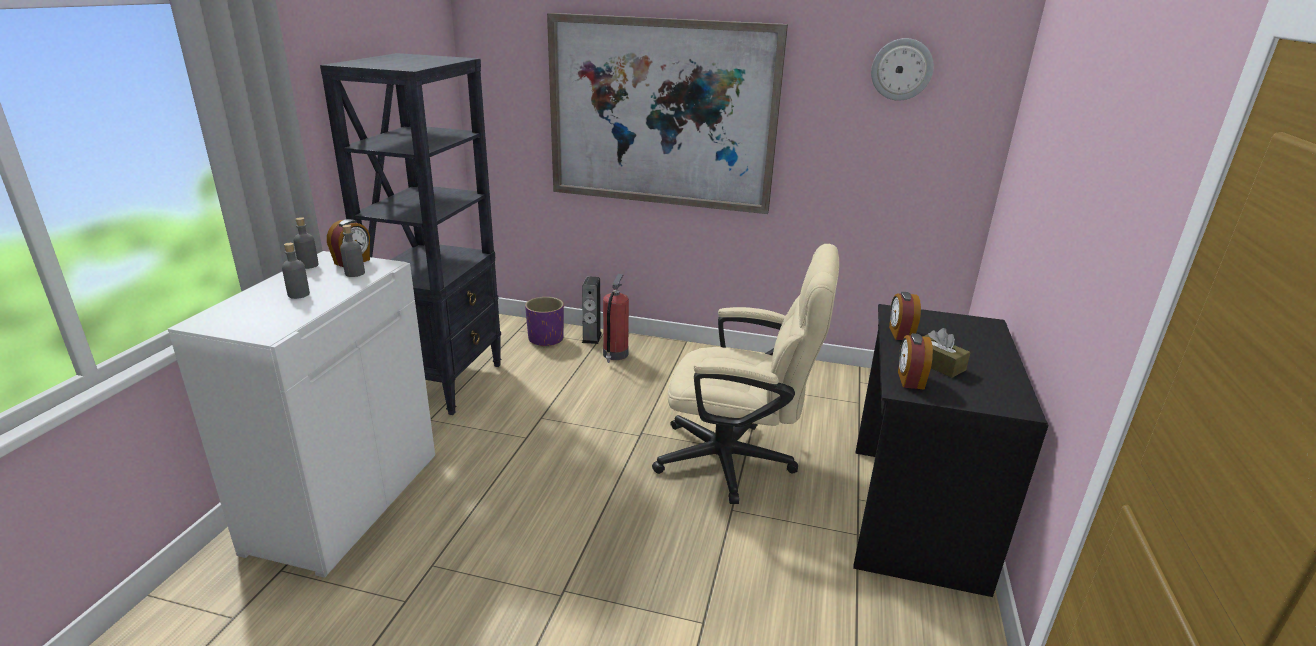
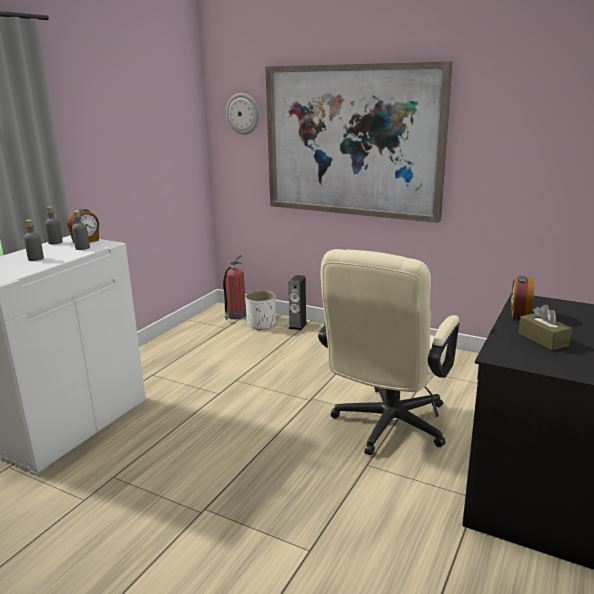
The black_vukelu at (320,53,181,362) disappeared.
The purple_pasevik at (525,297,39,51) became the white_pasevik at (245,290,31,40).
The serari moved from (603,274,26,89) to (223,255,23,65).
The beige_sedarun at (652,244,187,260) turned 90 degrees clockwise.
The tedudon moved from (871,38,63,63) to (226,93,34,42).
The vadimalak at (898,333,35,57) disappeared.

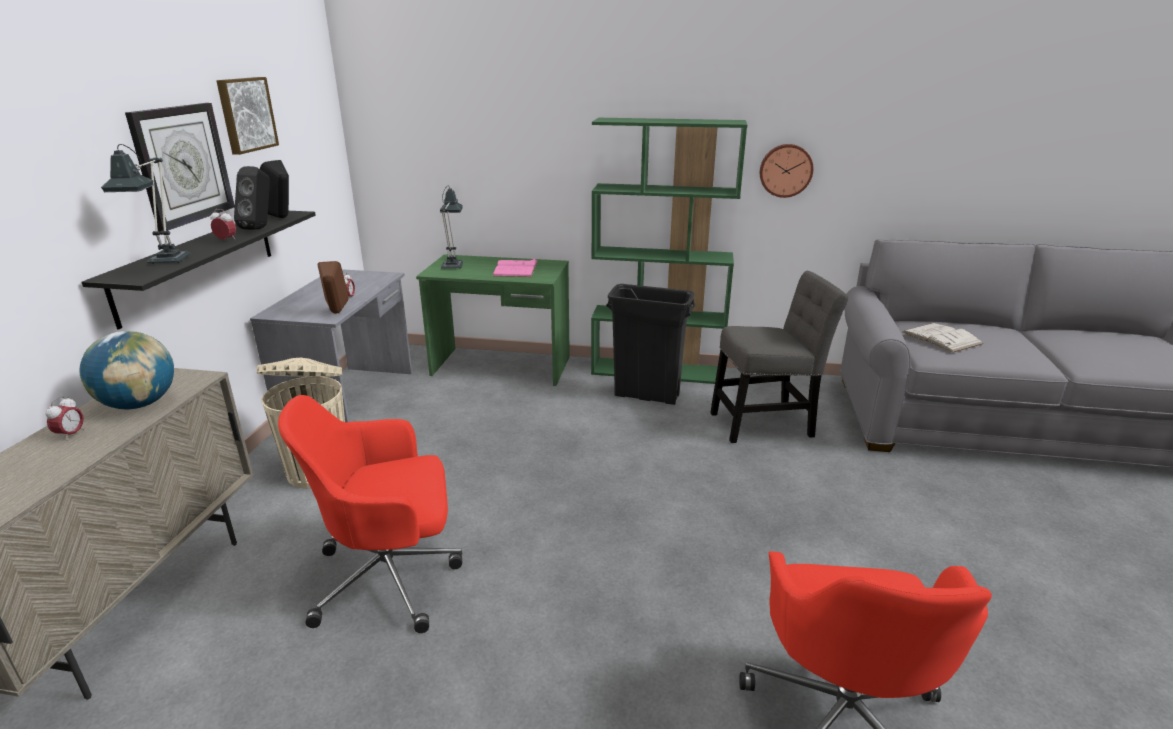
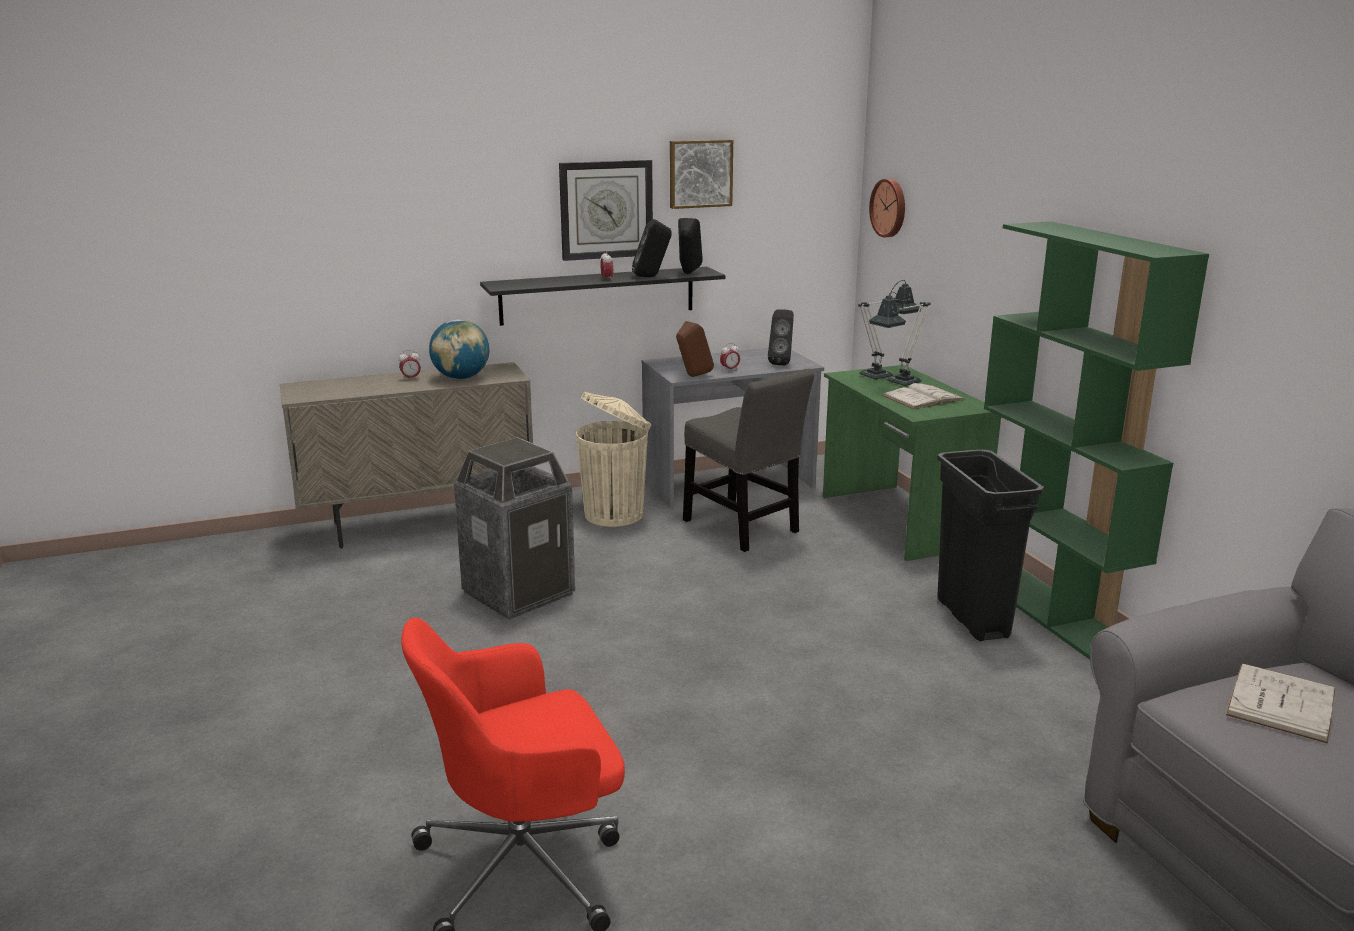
The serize moved from (101,144,90,120) to (869,292,61,94).
The red_sedarun at (278,395,184,238) was replaced by the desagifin at (454,437,121,183).
The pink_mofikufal at (493,258,45,19) became the white_mofikufal at (882,383,83,26).
The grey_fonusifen moved from (710,270,138,173) to (683,369,131,183).
The tedudon moved from (760,144,53,54) to (869,179,36,58).
The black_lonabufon at (768,309,26,56) appeared.

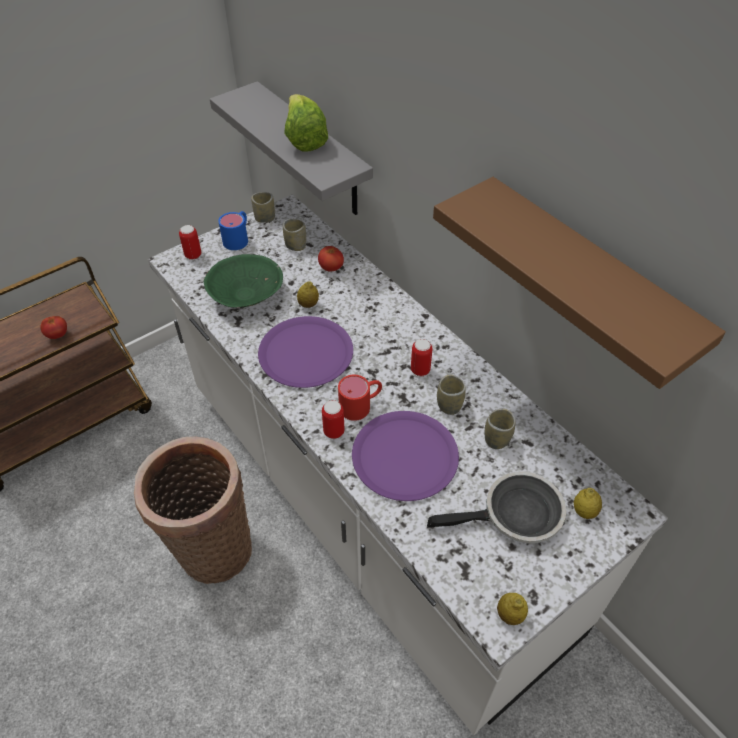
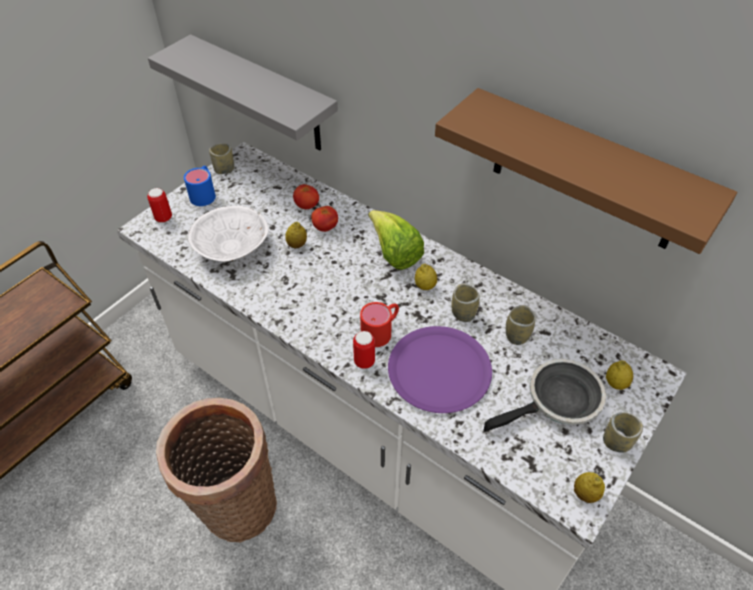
The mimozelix moved from (40,316,27,23) to (311,206,27,26).
The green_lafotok at (204,254,79,54) became the white_lafotok at (188,206,80,56).
The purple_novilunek at (258,316,95,72) disappeared.
The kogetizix moved from (283,219,23,32) to (603,412,40,41).
The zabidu moved from (284,94,44,58) to (368,210,56,60).
The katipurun at (411,339,22,37) was replaced by the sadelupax at (415,264,22,26).

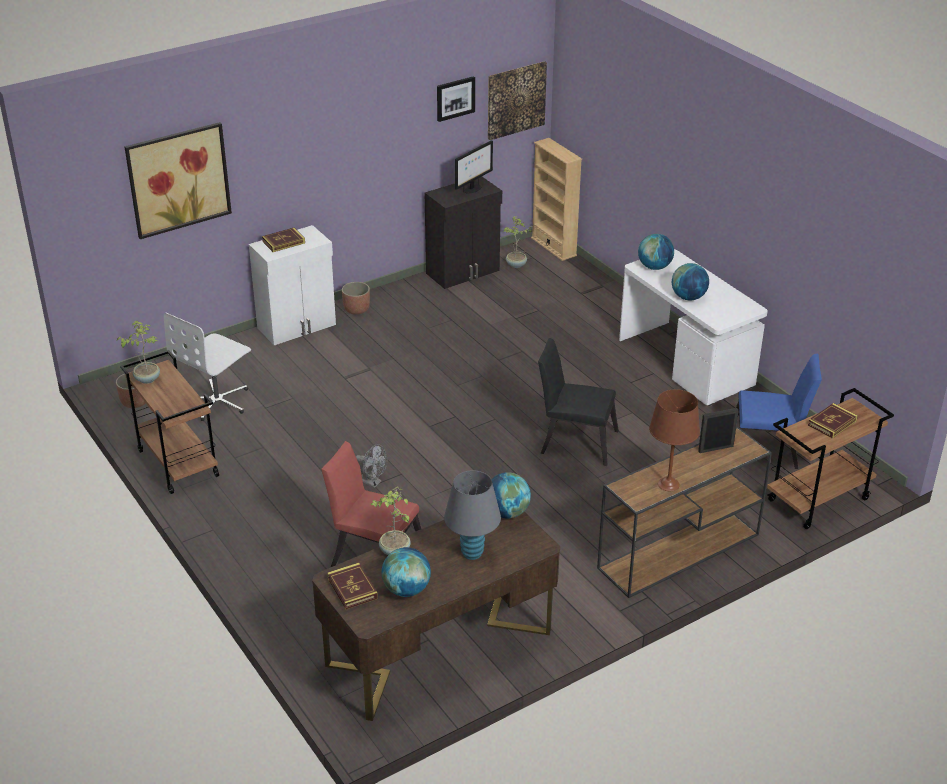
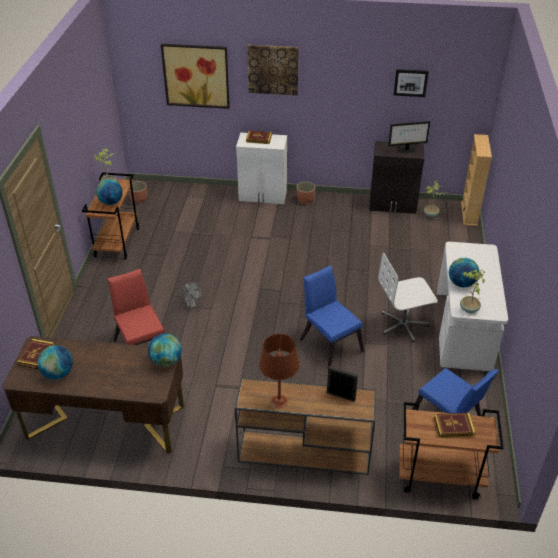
The white_sedarun moved from (164,312,87,109) to (378,253,60,89).
The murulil moved from (370,486,40,69) to (460,270,25,43).
The grey_serize at (444,470,57,90) disappeared.
The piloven moved from (488,61,59,79) to (247,45,52,50).
The black_fonusifen at (538,338,81,128) became the blue_fonusifen at (300,265,64,103).
The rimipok moved from (638,234,36,36) to (96,179,27,26).

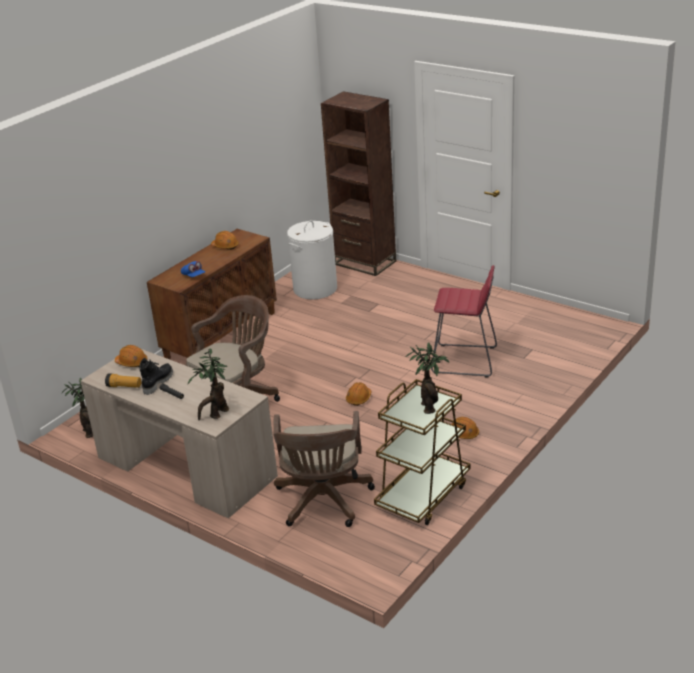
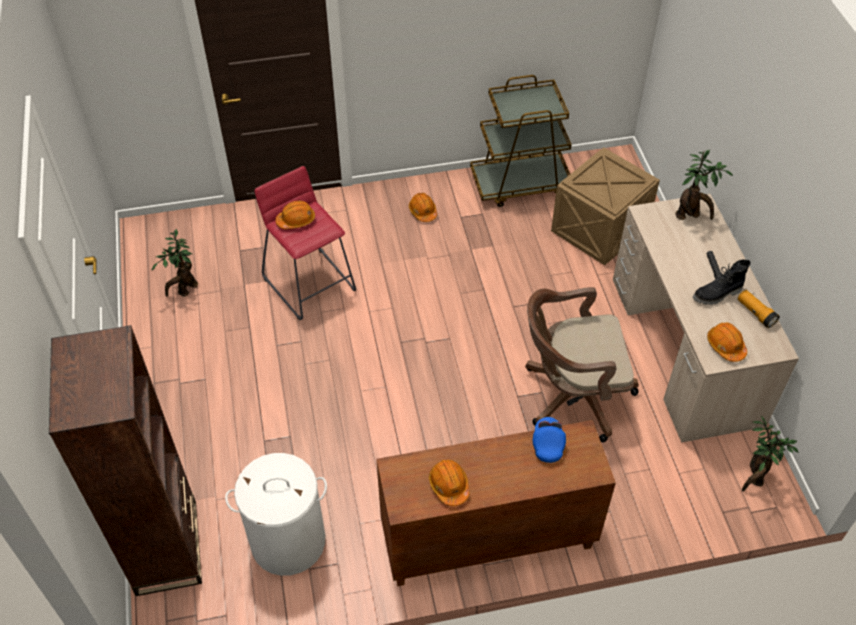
The brown_sedarun at (273,411,102,116) was replaced by the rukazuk at (551,148,109,117).
The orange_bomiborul moved from (346,382,25,24) to (275,201,40,28).
The murulil moved from (405,343,45,71) to (151,229,47,68).

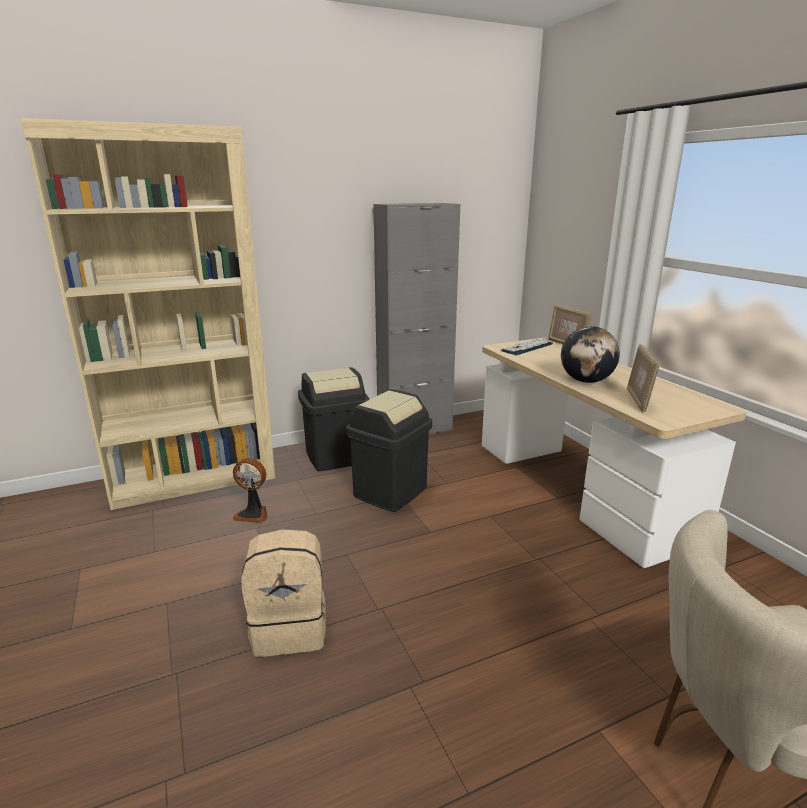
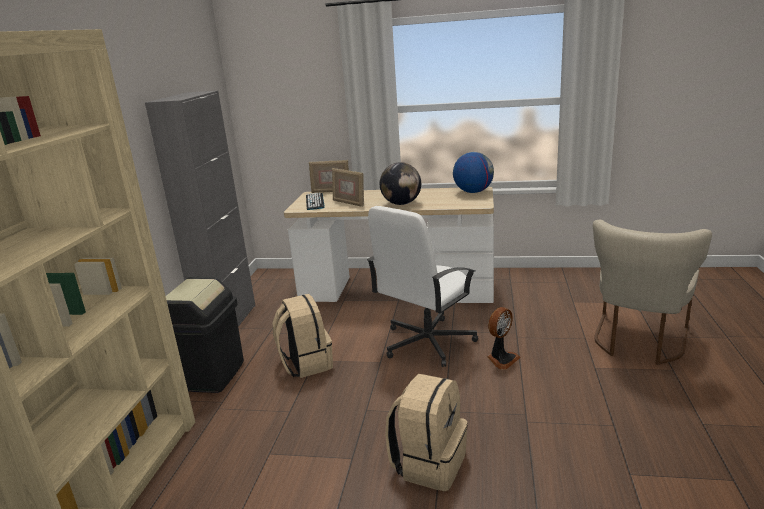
The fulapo moved from (233,458,34,65) to (488,307,33,63).
The black_desagifin at (346,389,86,123) was replaced by the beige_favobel at (272,294,61,84).
The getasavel moved from (627,344,33,69) to (332,168,32,39).
The white_sedarun at (367,206,111,161) appeared.
The rimipok at (453,152,41,41) appeared.

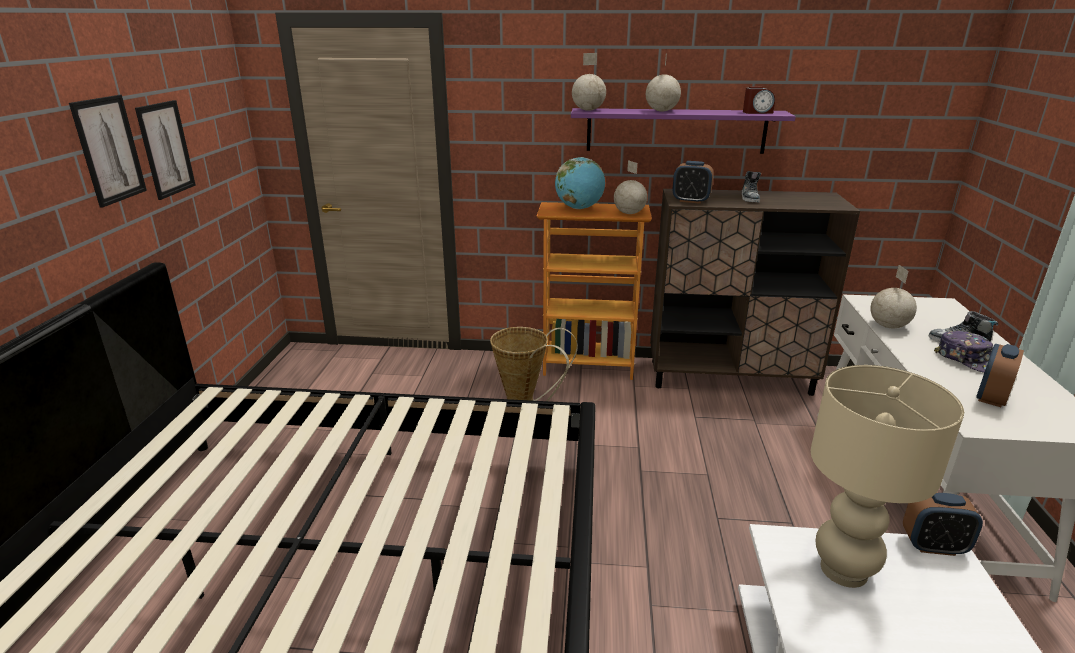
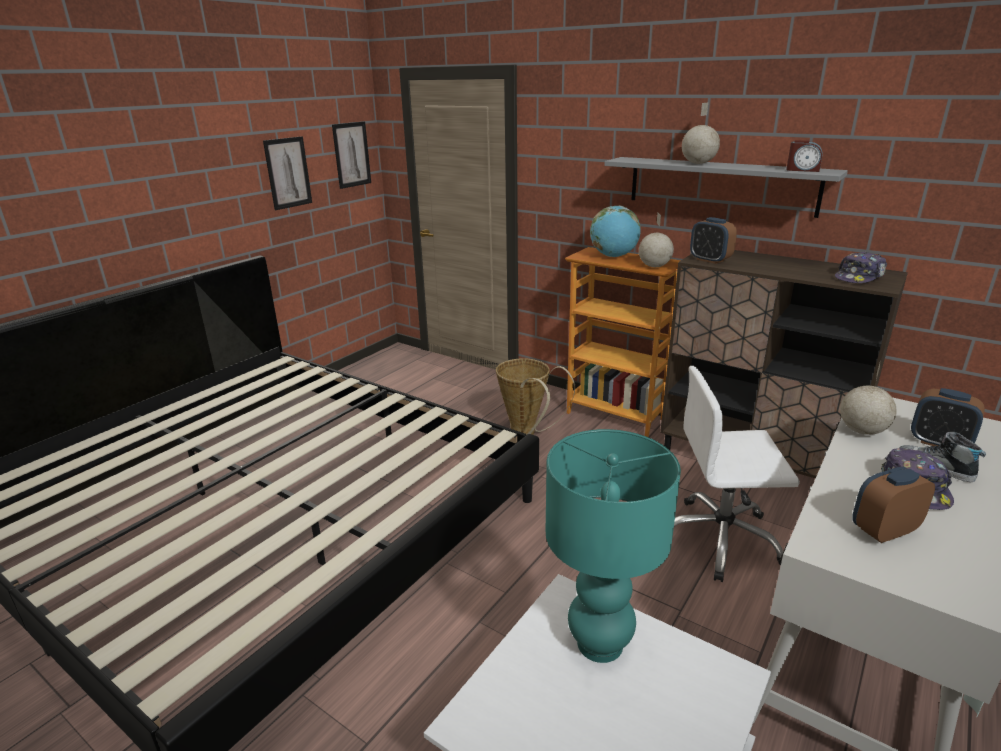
The piloven moved from (69,95,78,113) to (332,122,39,67).
The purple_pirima at (571,108,225,46) became the grey_pirima at (604,157,244,61).
The rimipok at (572,53,34,58) disappeared.
The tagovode at (742,171,19,31) disappeared.
The beige_serize at (811,365,153,223) became the turquoise_serize at (546,429,135,234).
The vadimalak moved from (903,493,80,63) to (911,388,74,58).
The white_sedarun at (674,366,126,216) appeared.
The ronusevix at (835,252,52,31) appeared.

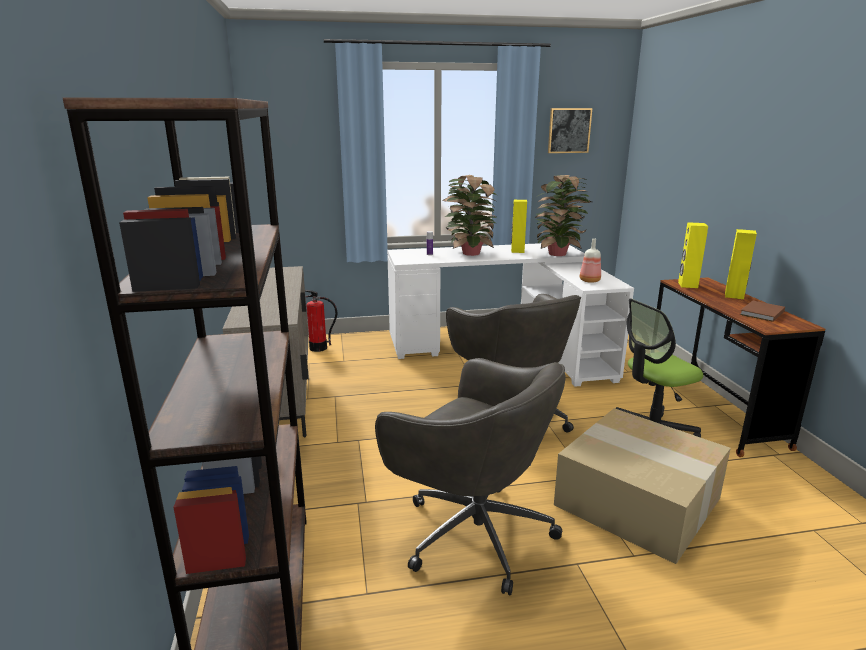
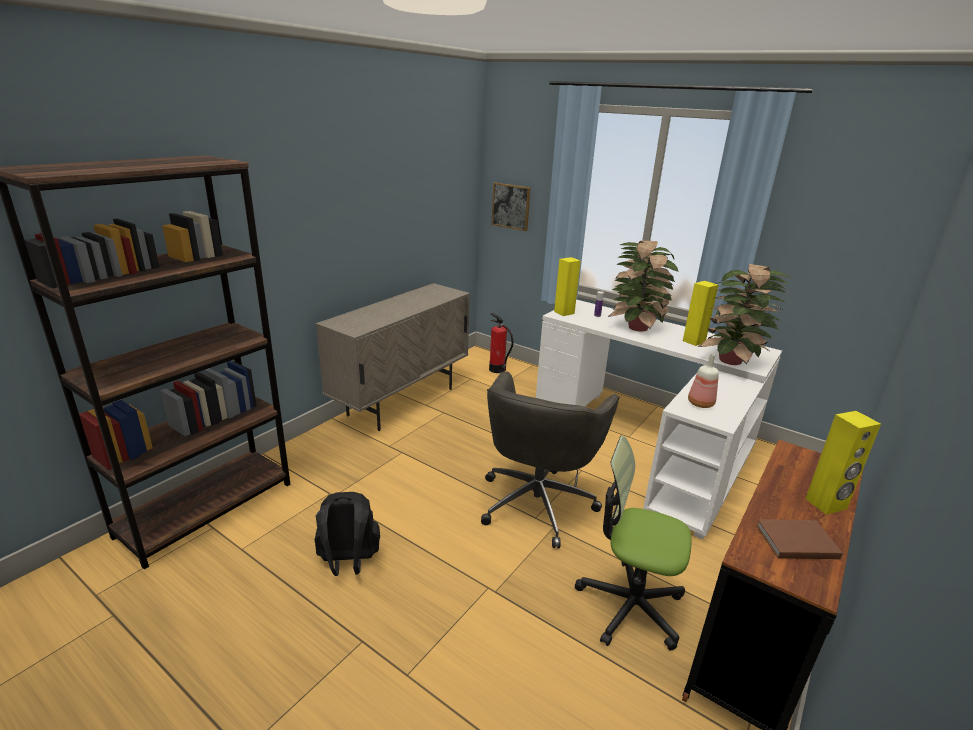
The grey_sedarun at (375,358,191,237) was replaced by the black_favobel at (315,492,65,84).
The piloven moved from (548,108,45,45) to (492,182,39,49).
The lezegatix at (554,408,177,156) disappeared.
The yellow_lonabufon moved from (678,222,30,66) to (554,257,27,59).

